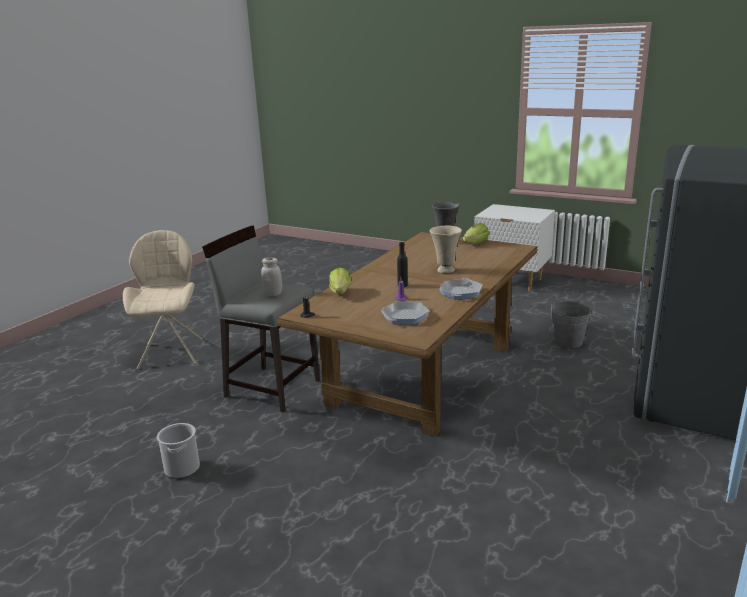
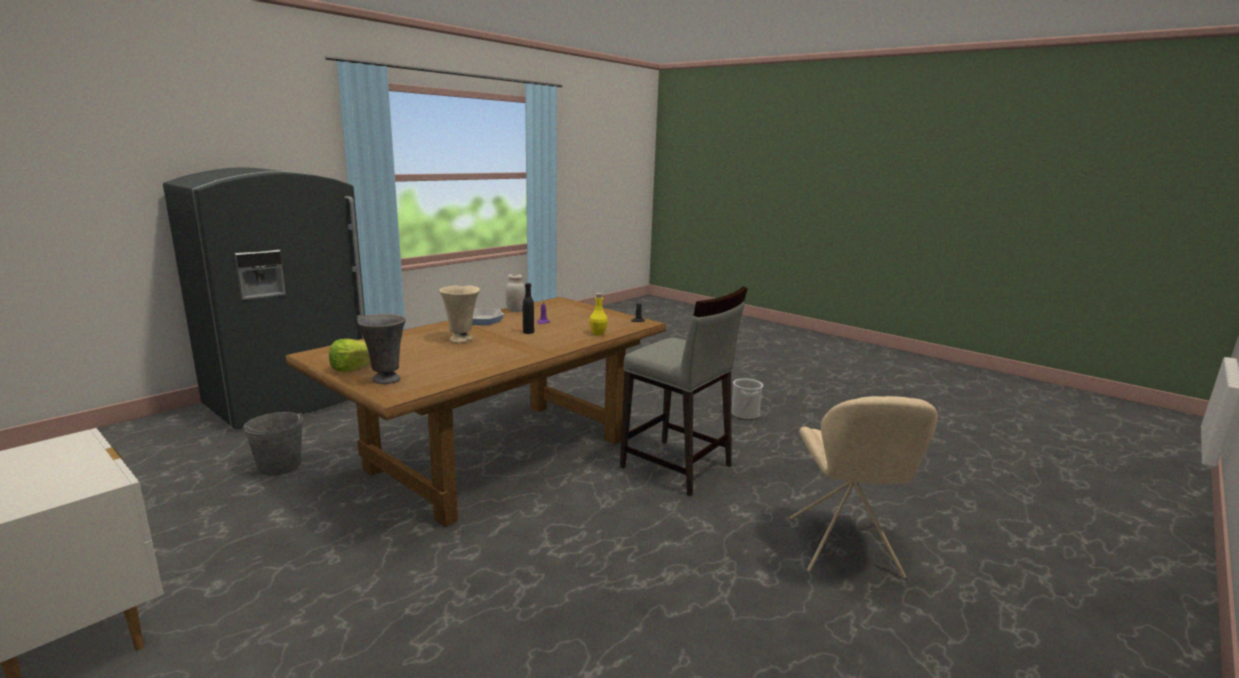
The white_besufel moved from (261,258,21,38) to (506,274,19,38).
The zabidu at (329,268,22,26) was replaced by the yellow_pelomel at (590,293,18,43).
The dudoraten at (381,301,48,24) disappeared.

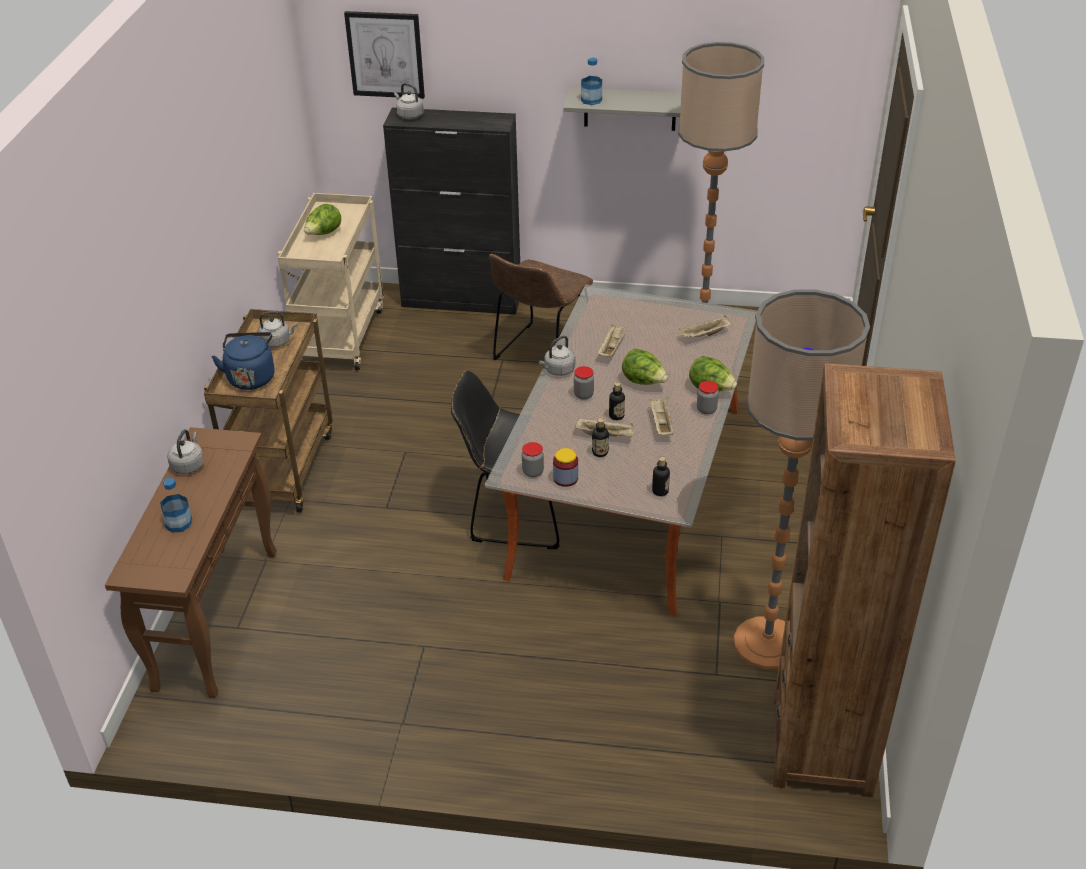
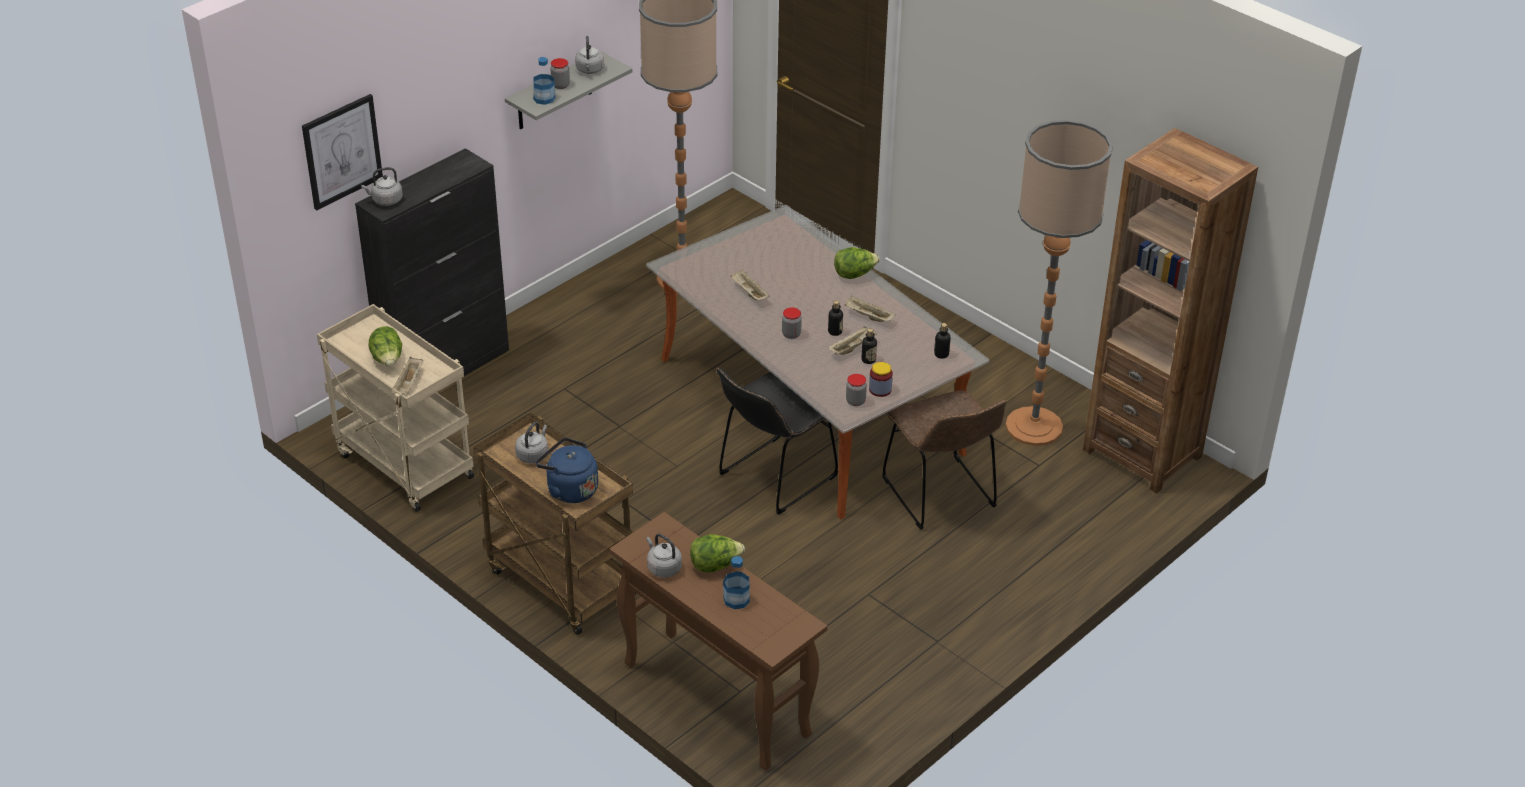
The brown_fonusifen moved from (489,254,104,106) to (882,390,125,140).
The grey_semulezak moved from (539,336,36,40) to (575,36,29,38).
The zabidu moved from (622,349,46,36) to (690,534,55,39).
The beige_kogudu moved from (679,316,52,22) to (391,357,32,37).
The besufel moved from (697,381,22,33) to (550,58,20,31).

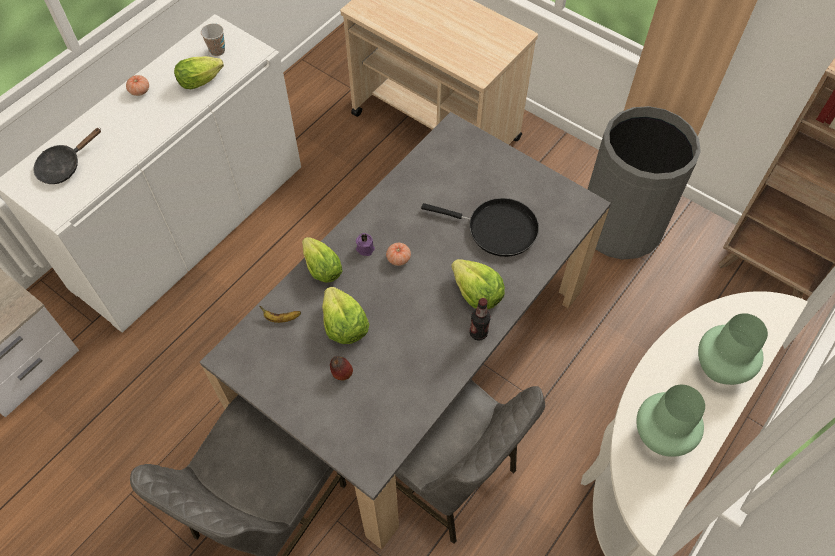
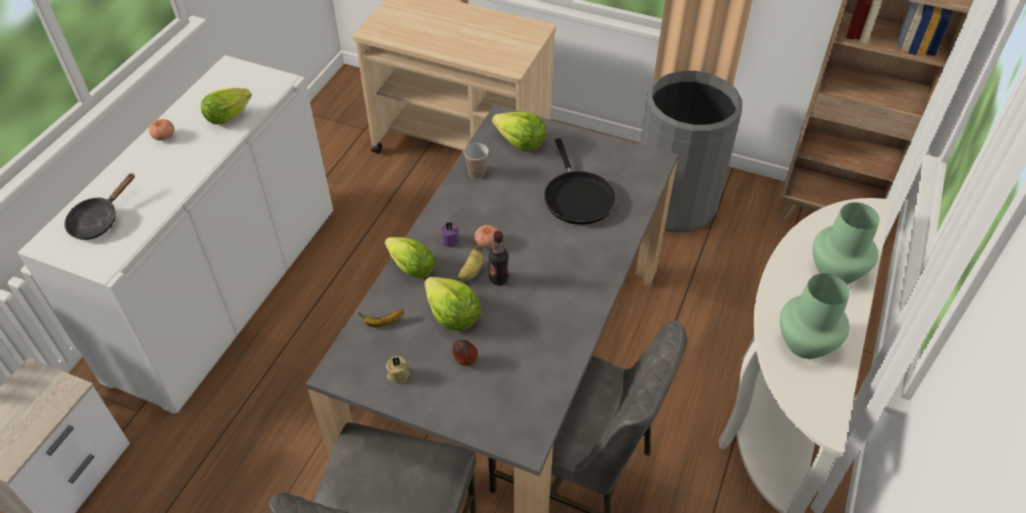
The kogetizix moved from (201,23,24,33) to (463,143,26,35).
The black_dudoraten at (421,198,118,59) turned 75 degrees clockwise.
The zabidu moved from (451,259,54,51) to (492,112,54,40).
The pelomel moved from (470,298,21,43) to (489,231,20,54).
The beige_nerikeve at (386,356,24,27) appeared.
The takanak at (457,245,26,36) appeared.

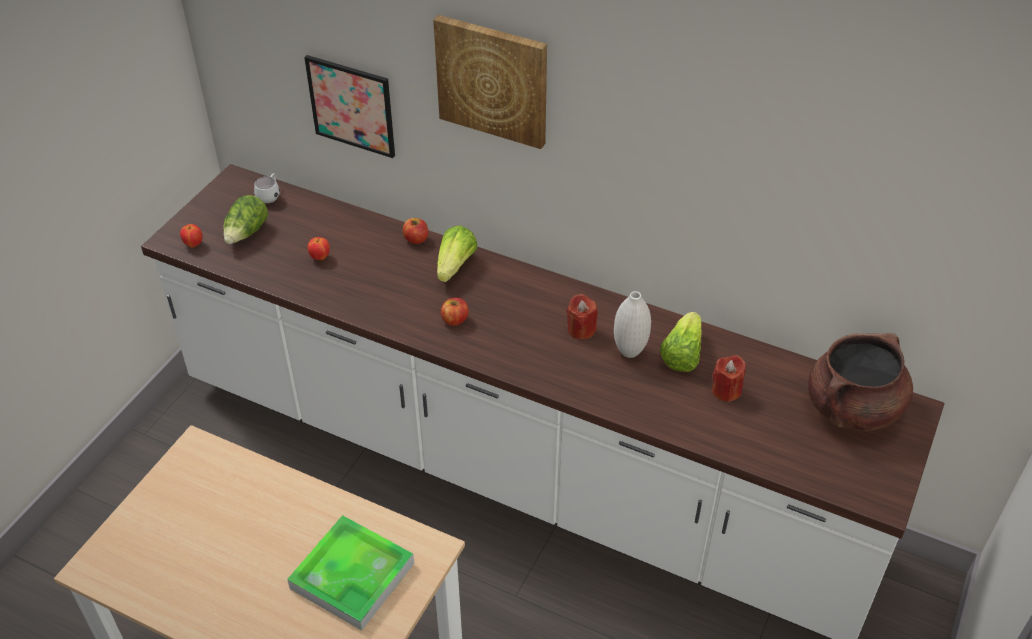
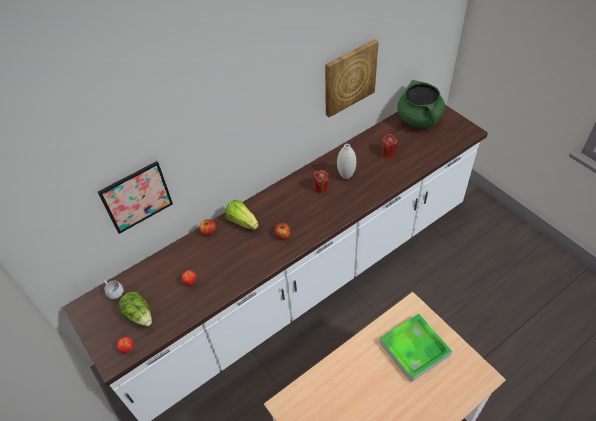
The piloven moved from (433,15,114,134) to (325,39,54,78).
The zabidu at (660,312,42,60) disappeared.
The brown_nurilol at (808,333,105,98) became the green_nurilol at (397,80,48,48).

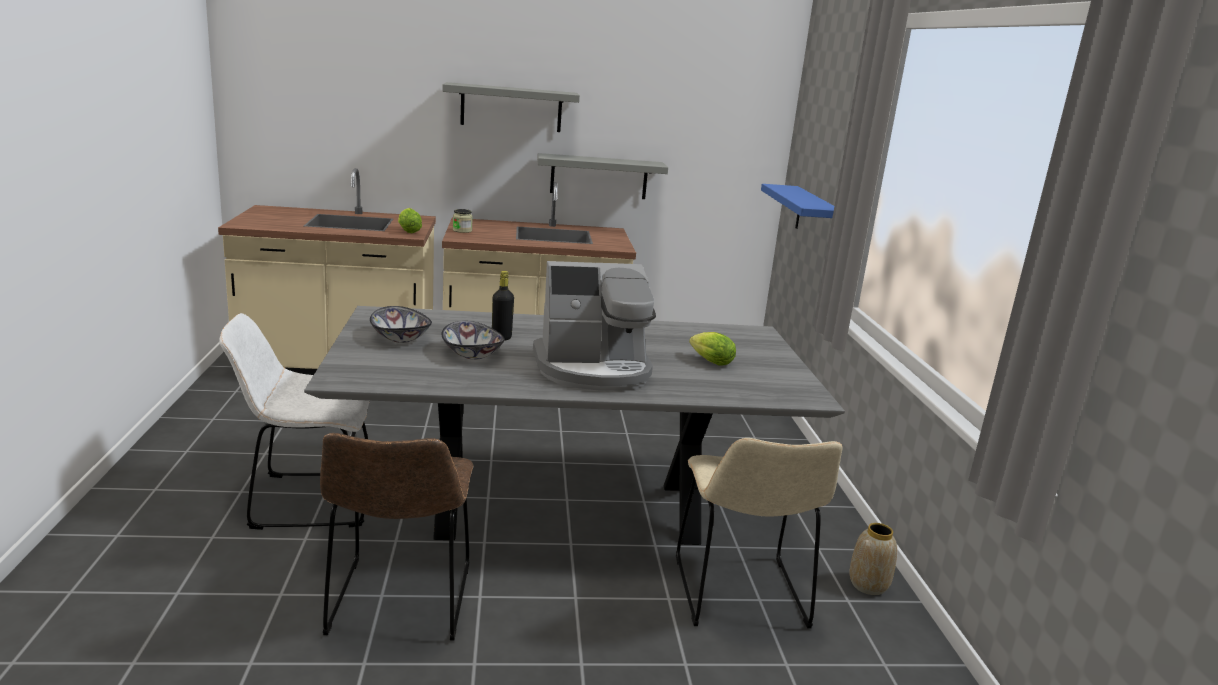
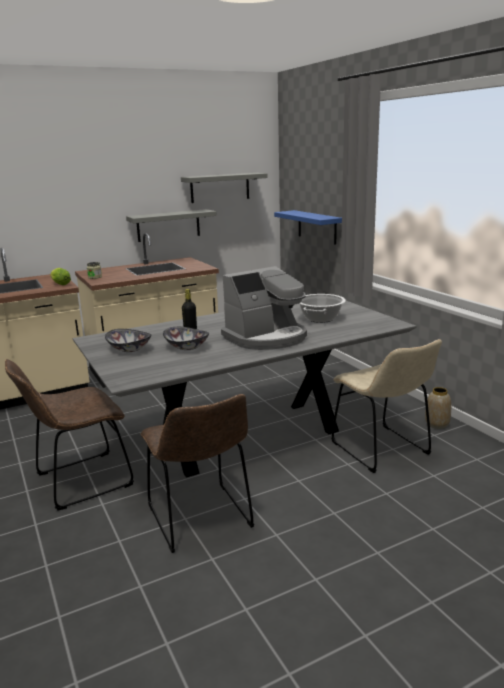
The white_fonusifen at (219,313,151,217) became the brown_fonusifen at (5,359,129,152).
The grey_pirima moved from (443,82,137,50) to (181,173,87,30).
The zabidu at (689,332,47,34) was replaced by the nurilol at (299,294,47,29).

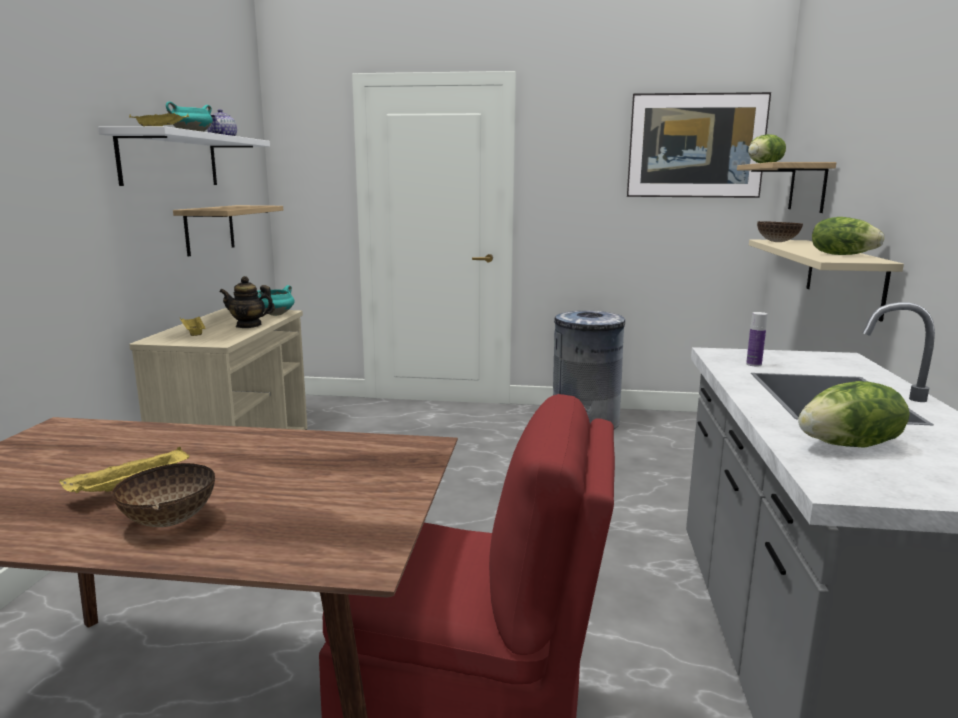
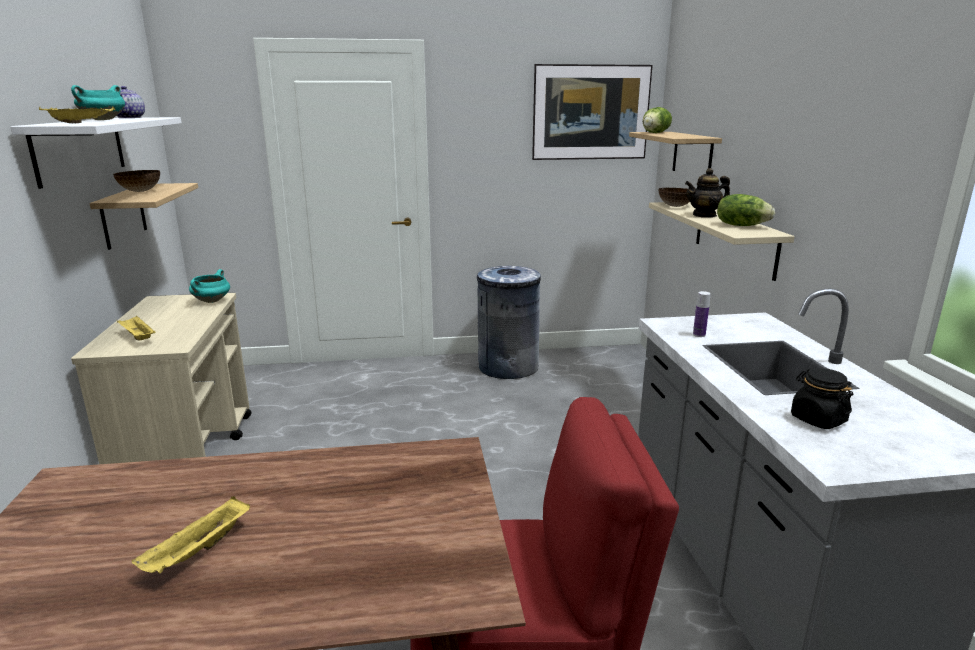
The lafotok moved from (112,463,103,64) to (113,170,47,22).
The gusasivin moved from (219,276,56,52) to (685,168,45,50).
The zabidu at (798,381,112,67) was replaced by the black_besufel at (791,368,62,61).

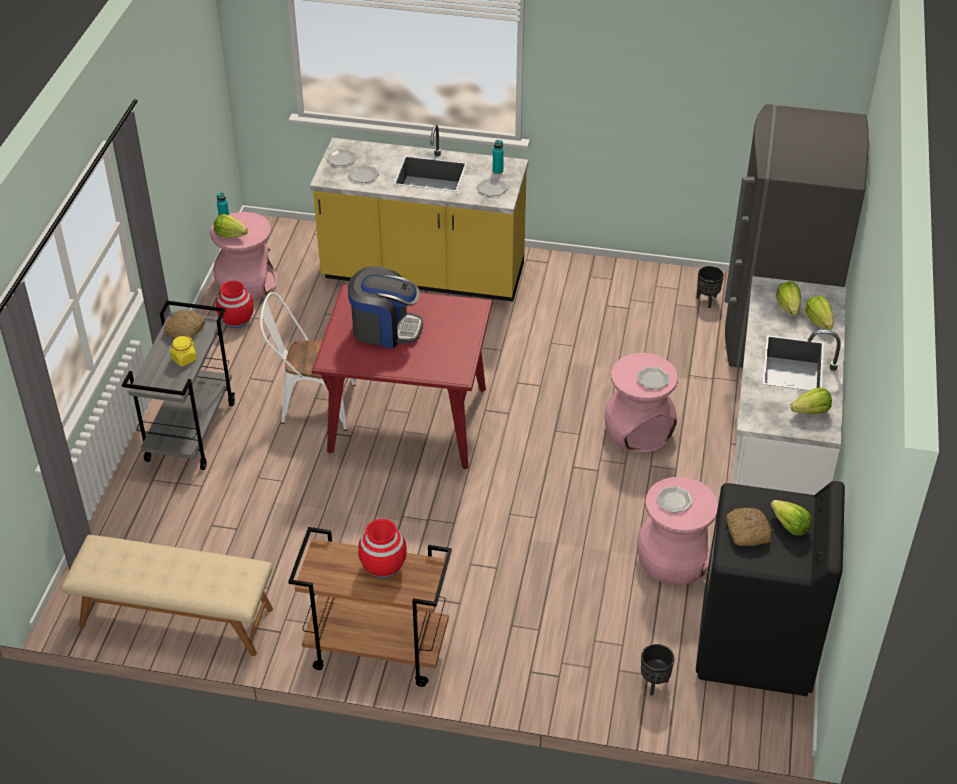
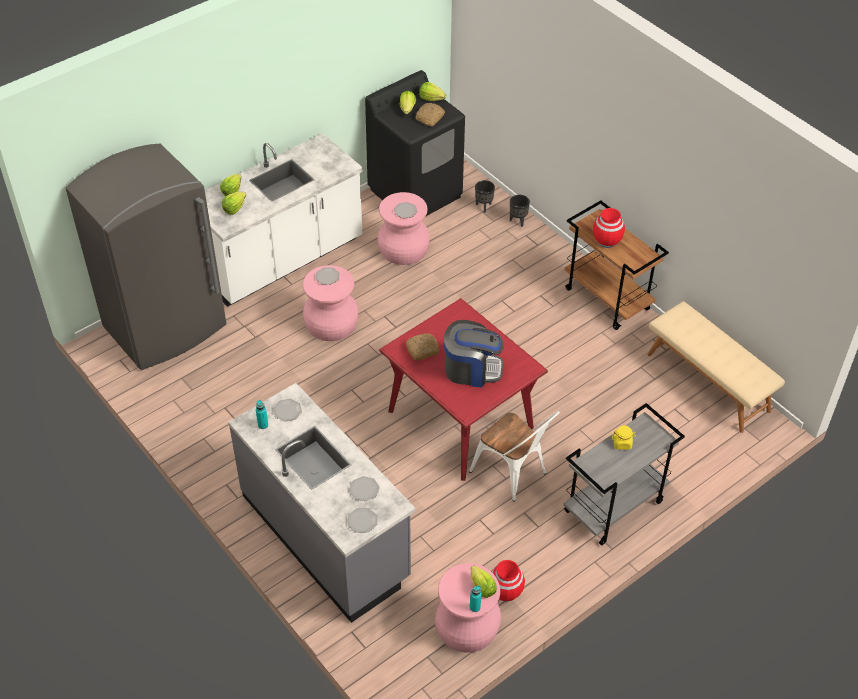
The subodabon moved from (164,310,41,29) to (406,333,34,28).
The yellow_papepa at (310,124,218,177) became the grey_papepa at (228,383,188,240).
The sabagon at (348,266,75,82) turned 135 degrees clockwise.
The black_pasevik moved from (696,266,28,42) to (510,195,20,32).
The zabidu moved from (790,388,42,26) to (419,82,27,19).

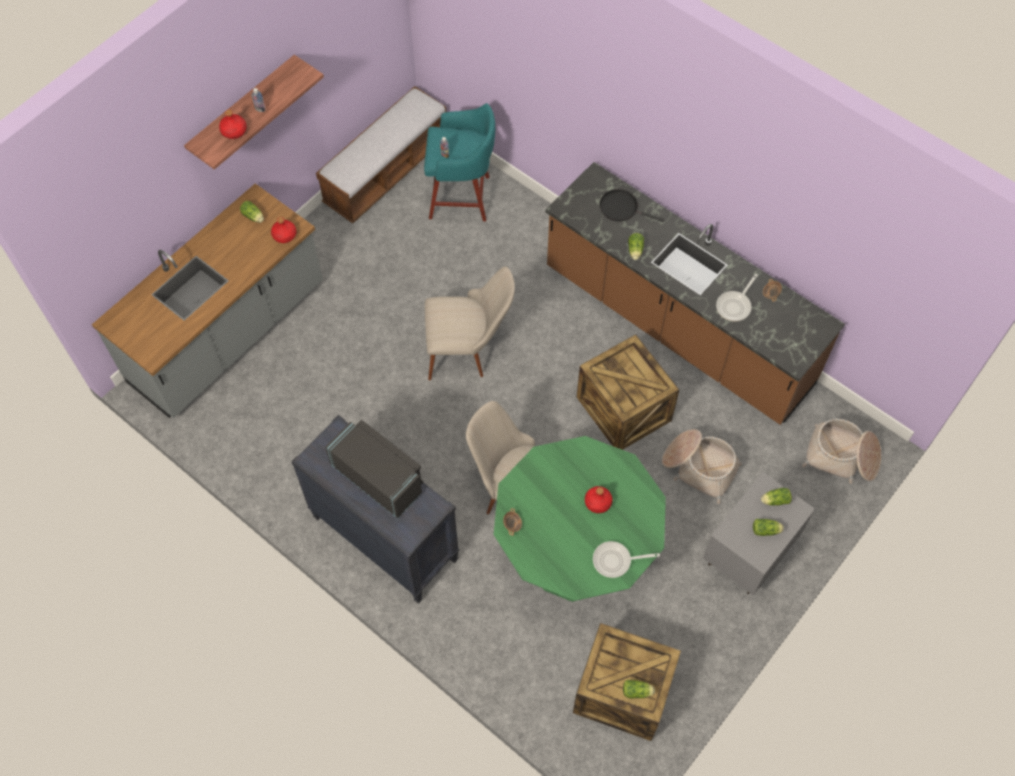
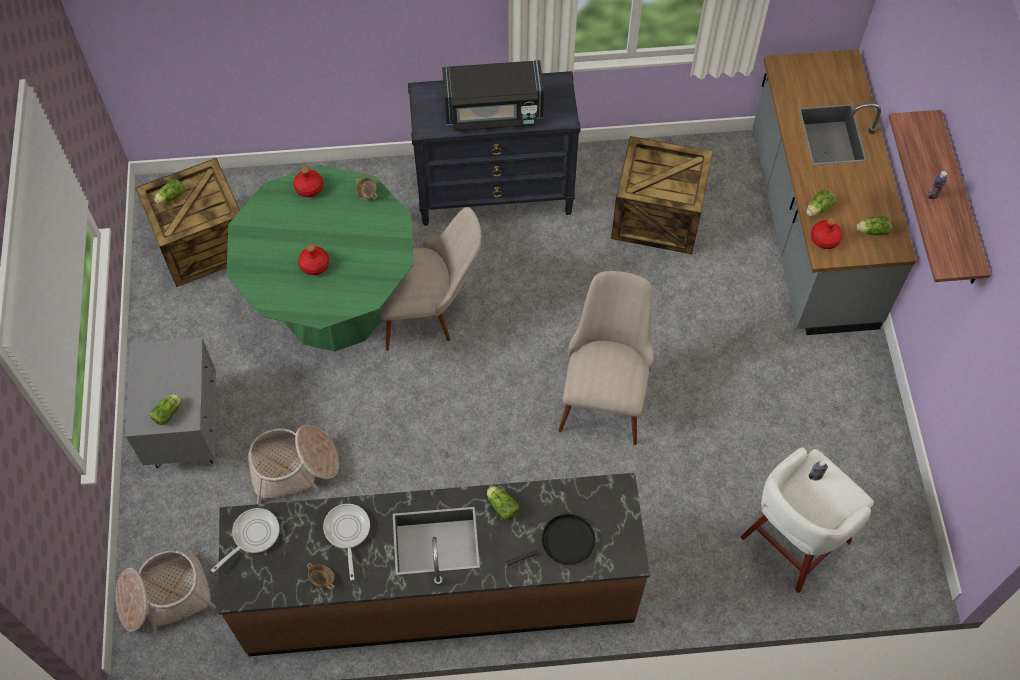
The red_pelomel moved from (219,109,28,30) to (293,166,30,31).
The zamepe at (316,86,130,138) disappeared.
The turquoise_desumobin at (424,103,71,118) became the white_desumobin at (740,448,134,145).
The beige_fonusifen at (425,266,90,114) turned 150 degrees clockwise.
The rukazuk moved from (577,334,103,116) to (611,136,102,118).
The dudoraten moved from (593,541,67,37) to (211,508,69,65).
The zabidu moved from (753,519,31,17) to (806,189,30,27).

